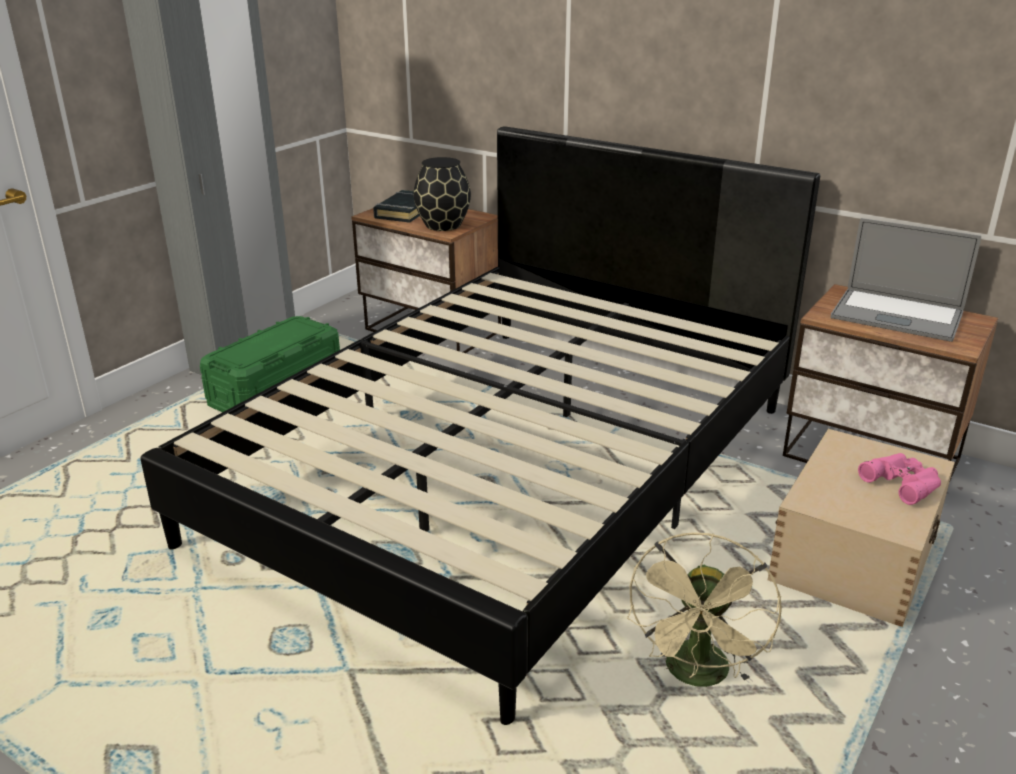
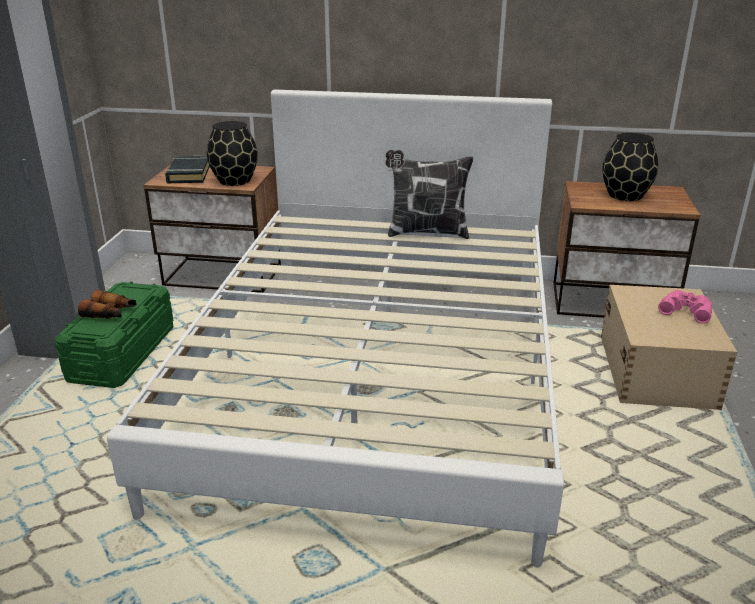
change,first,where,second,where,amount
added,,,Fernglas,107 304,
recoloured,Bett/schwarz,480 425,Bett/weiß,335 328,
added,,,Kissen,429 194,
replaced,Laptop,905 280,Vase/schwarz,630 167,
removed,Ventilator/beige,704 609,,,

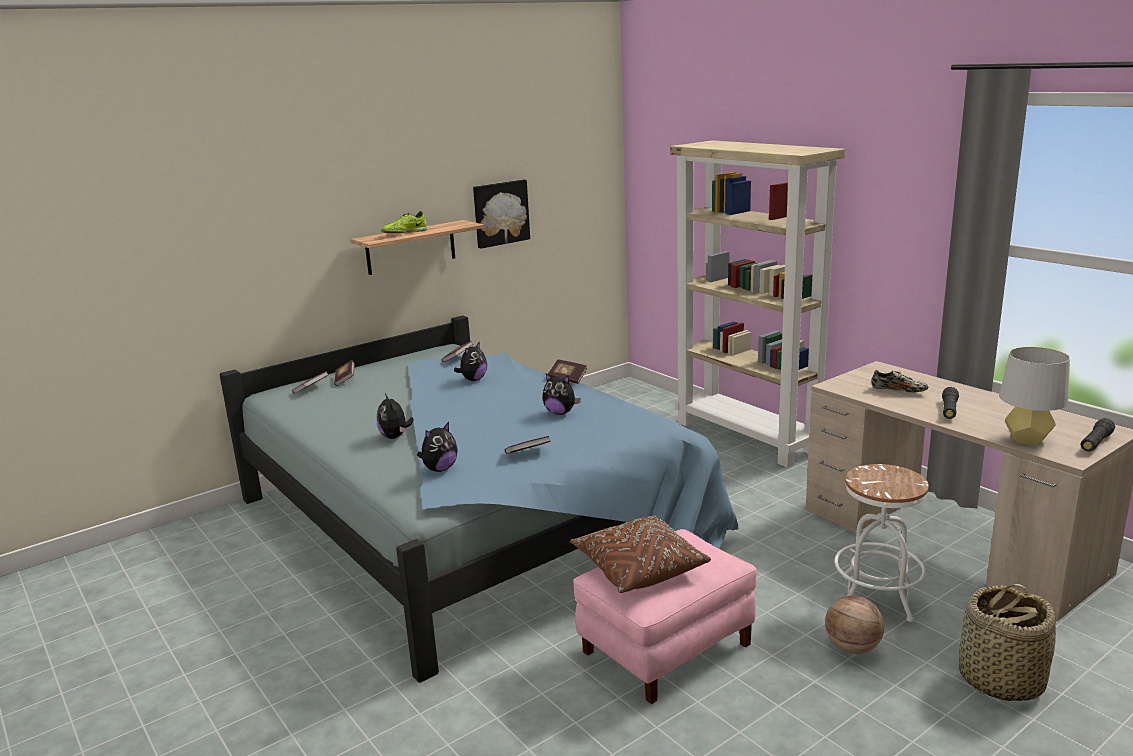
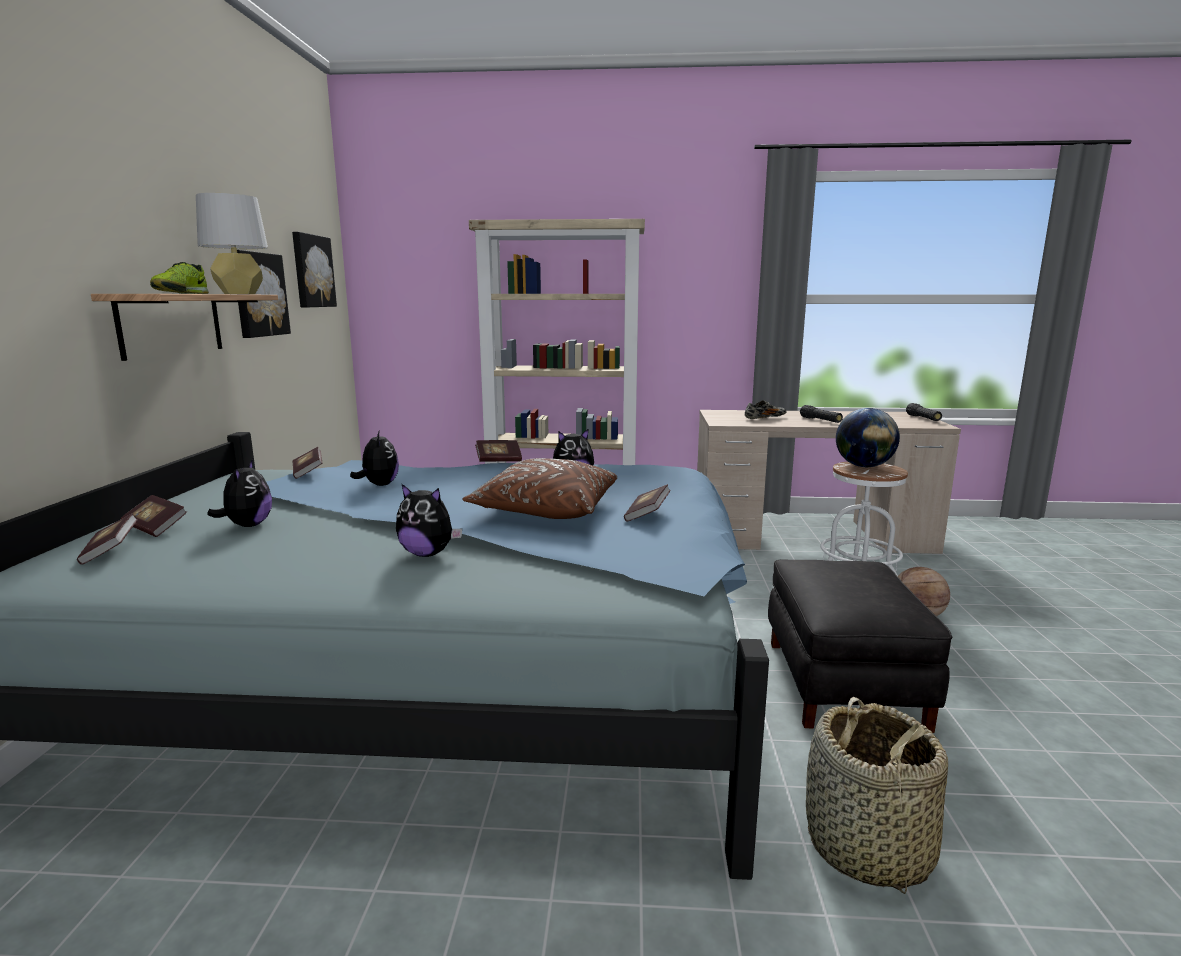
change,first,where,second,where,amount
moved,Tischlampe/grau,1034 396,,232 243,
moved,Plüschtier,437 447,,239 493,
added,,,Bild,314 269,
moved,Kissen/braun,640 554,,539 488,
recoloured,Polsterhocker/rosa,665 616,Polsterhocker/schwarz,860 646,
moved,Korb,1007 642,,877 795,
added,,,Globus,868 437,

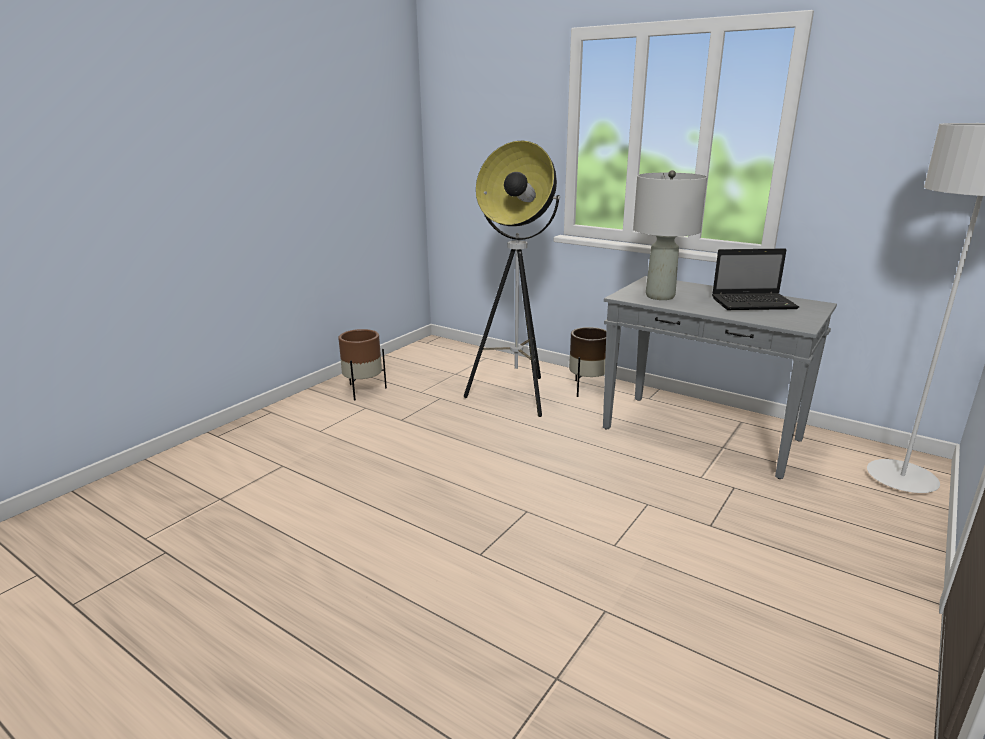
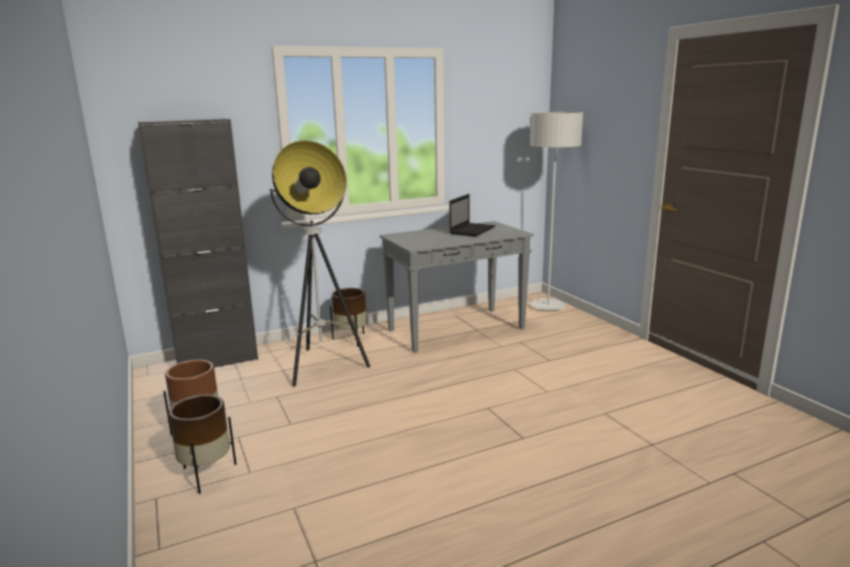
change,first,where,second,where,amount
added,,,Schrank/schwarz,198 242,
added,,,Pflanzkübel/braun,202 444,
removed,Tischlampe/grau,670 235,,,

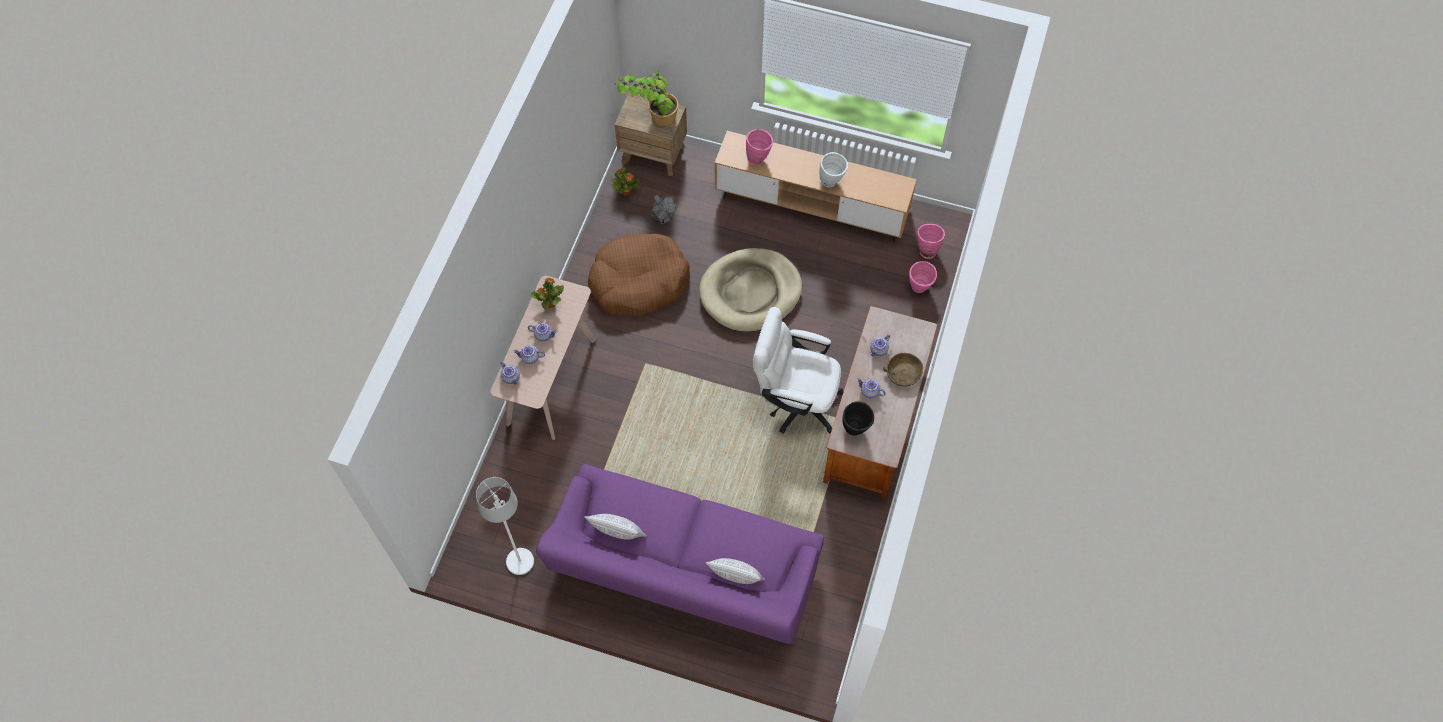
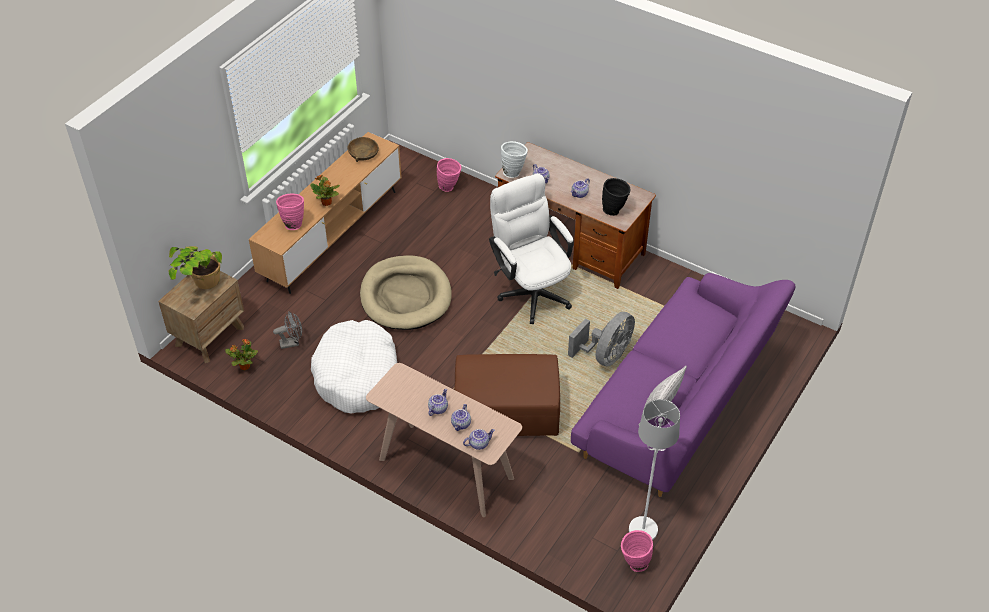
change,first,where,second,where,amount
moved,Topfpflanze,547 293,,325 190,
recoloured,Hundebett/braun,639 275,Hundebett/weiß,354 367,
moved,Schüssel/braun,903 369,,363 149,
added,,,Polsterhocker/braun,507 395,
turned,Bürostuhl/weiß,798 370,,531 248,120 degrees clockwise
moved,Vase/weiß,833 170,,514 159,
added,,,Ventilator/grau,601 339,
moved,Vase/rosa,931 241,,637 551,
removed,Kissen,735 571,,,

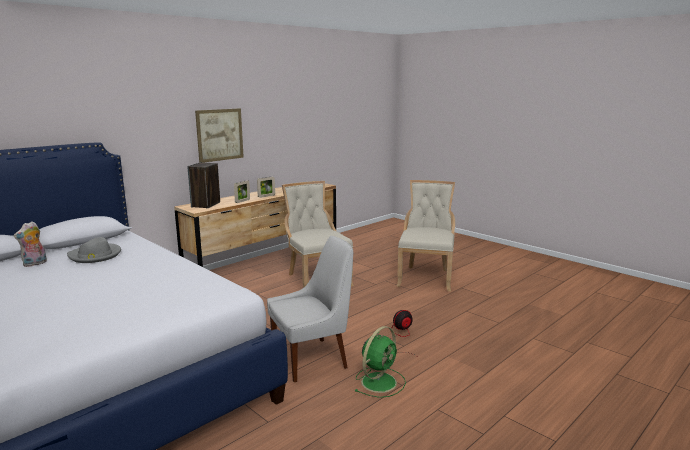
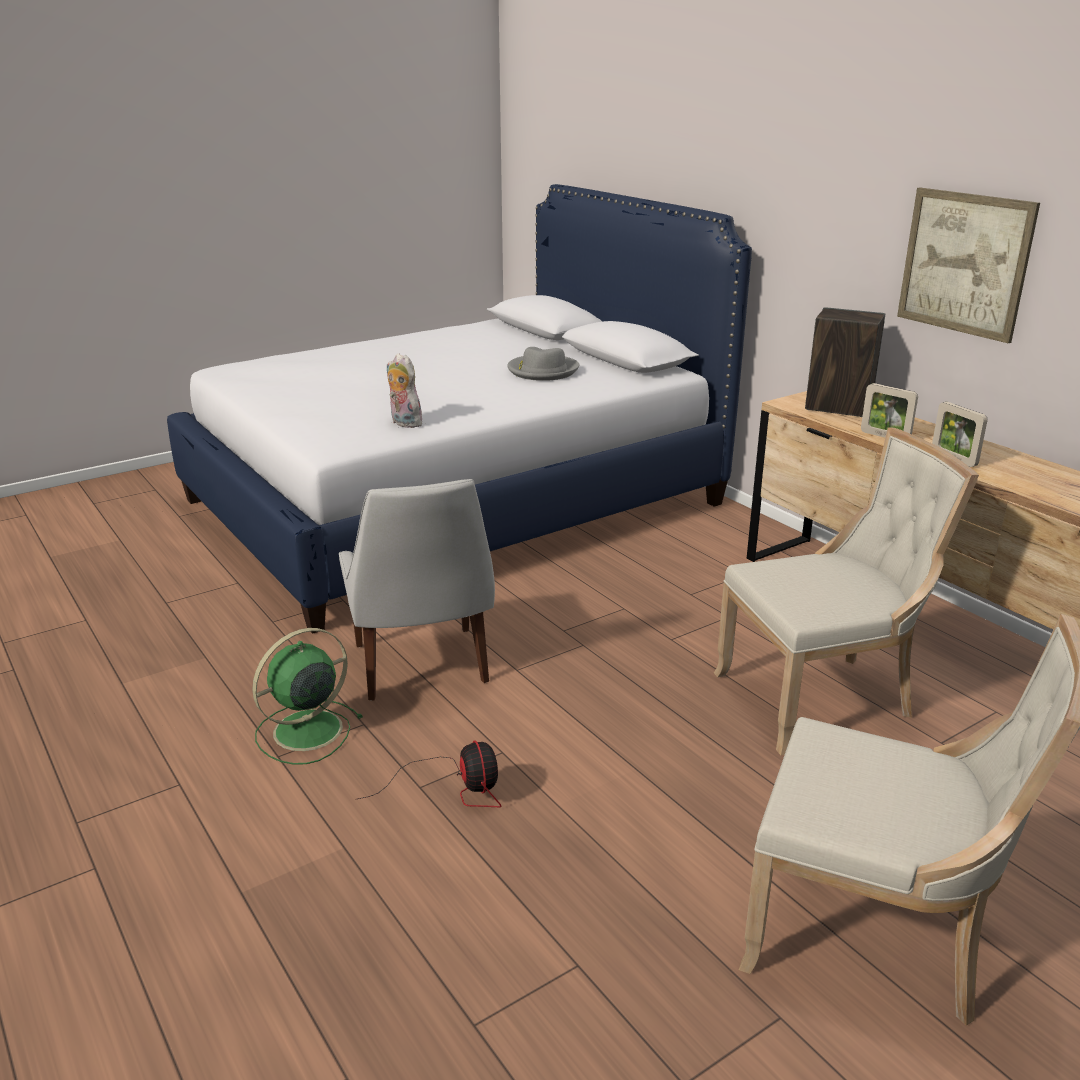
change,first,where,second,where,amount
turned,Ventilator/grün,380 362,,307 696,90 degrees clockwise
moved,Plüschtier,30 244,,404 390,

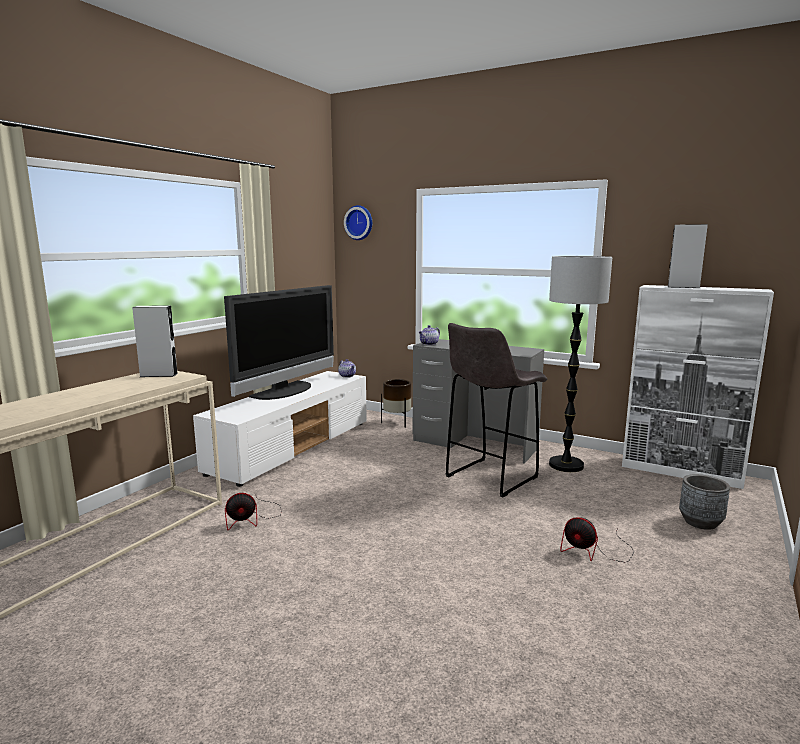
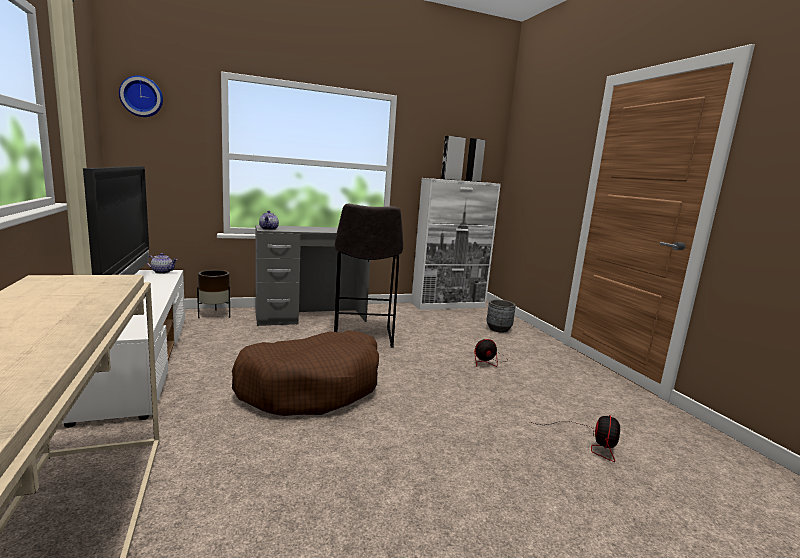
change,first,where,second,where,amount
added,,,Hundebett/braun,305 373,
moved,Lautsprecher/grau,155 341,,475 160,
moved,Ventilator,253 512,,575 438,
removed,Stehlampe,580 364,,,

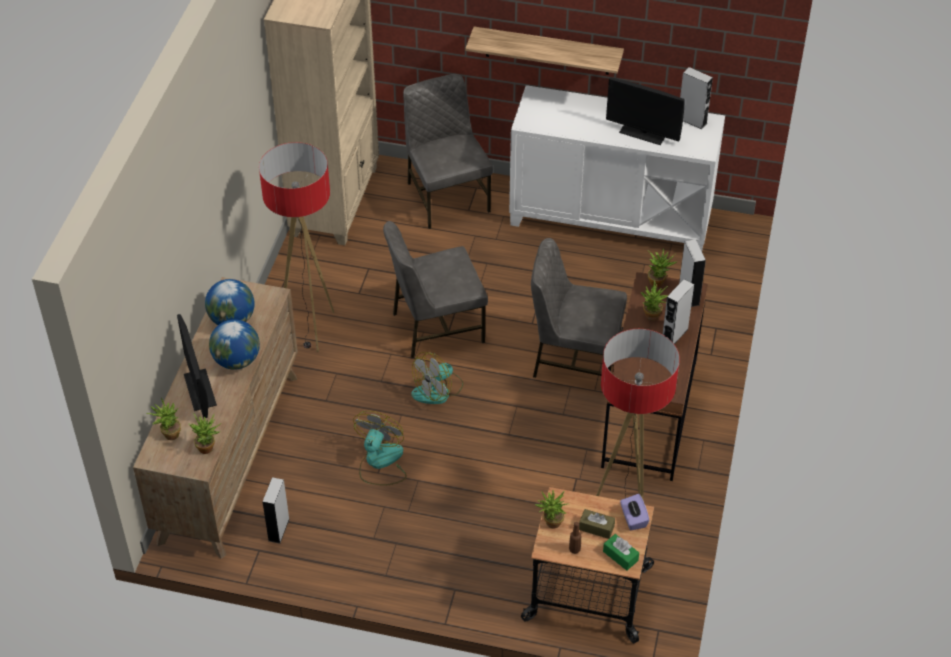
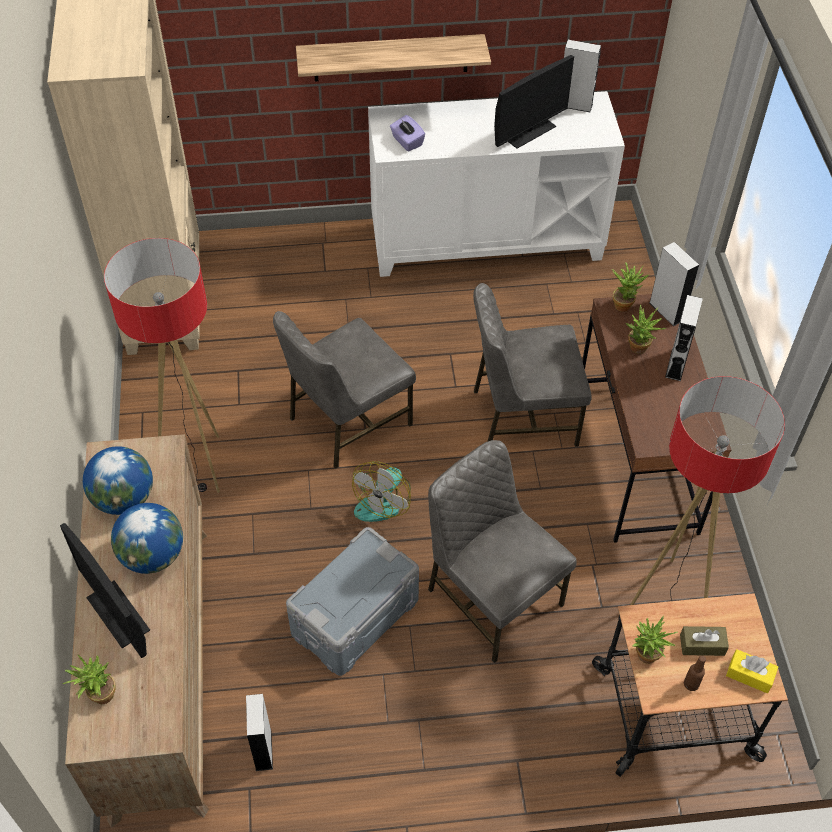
change,first,where,second,where,amount
replaced,Ventilator,380 448,Aufbewahrungsbox/grau,352 601,
moved,Taschentuchbox/lila,635 512,,407 133,
moved,Stuhl/grau,448 151,,502 551,
turned,Monitor,645 111,,534 102,45 degrees counterclockwise
recoloured,Taschentuchbox/grün,621 552,Taschentuchbox/gelb,752 671,
removed,Topfpflanze,206 433,,,

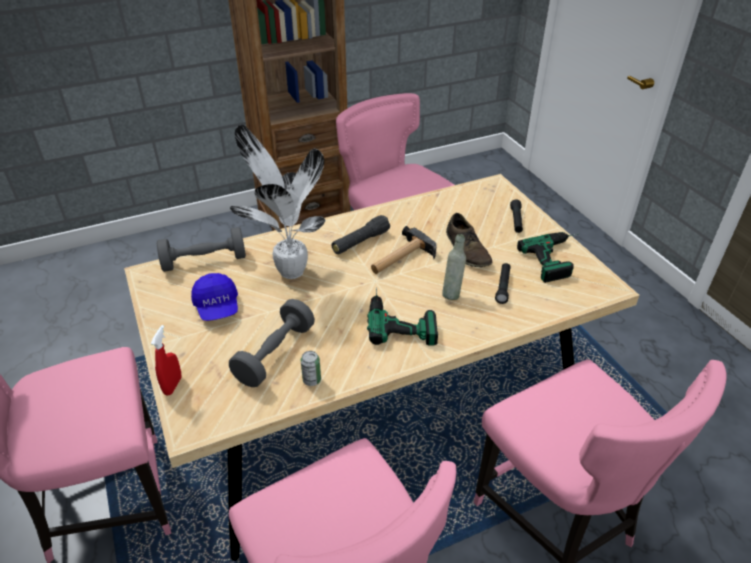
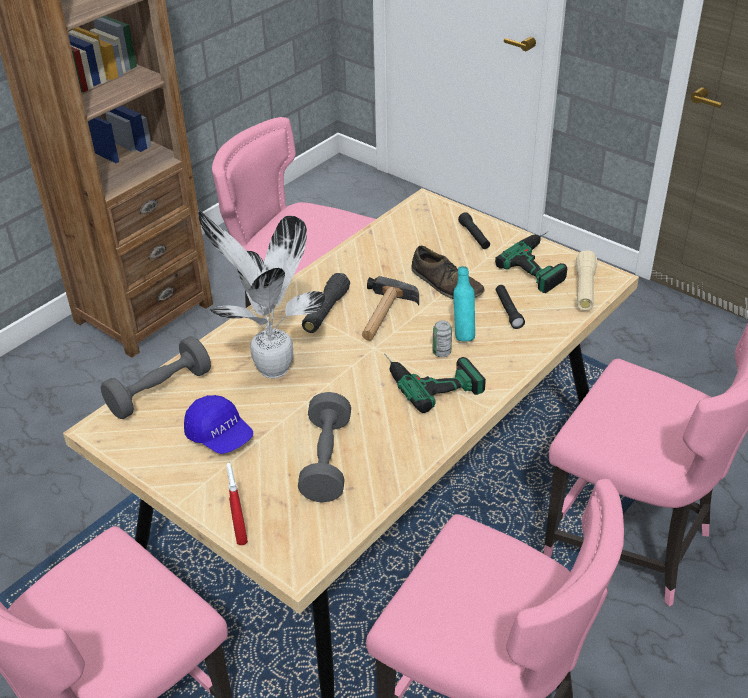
change,first,where,second,where,amount
moved,Dose,310 368,,442 338,
recoloured,Flasche/grau,454 267,Flasche/türkis,464 304,
added,,,Taschenlampe/beige,586 280,

